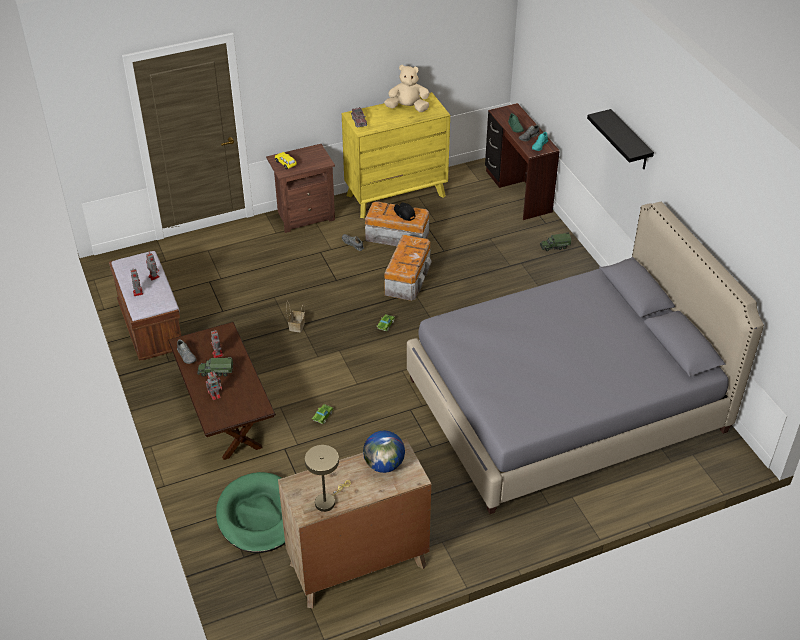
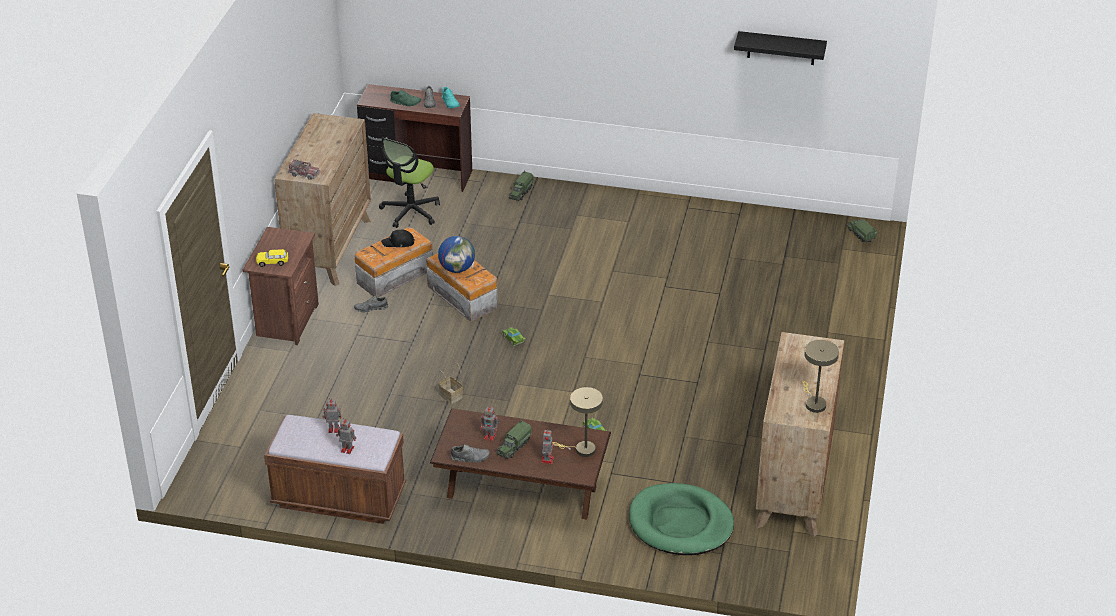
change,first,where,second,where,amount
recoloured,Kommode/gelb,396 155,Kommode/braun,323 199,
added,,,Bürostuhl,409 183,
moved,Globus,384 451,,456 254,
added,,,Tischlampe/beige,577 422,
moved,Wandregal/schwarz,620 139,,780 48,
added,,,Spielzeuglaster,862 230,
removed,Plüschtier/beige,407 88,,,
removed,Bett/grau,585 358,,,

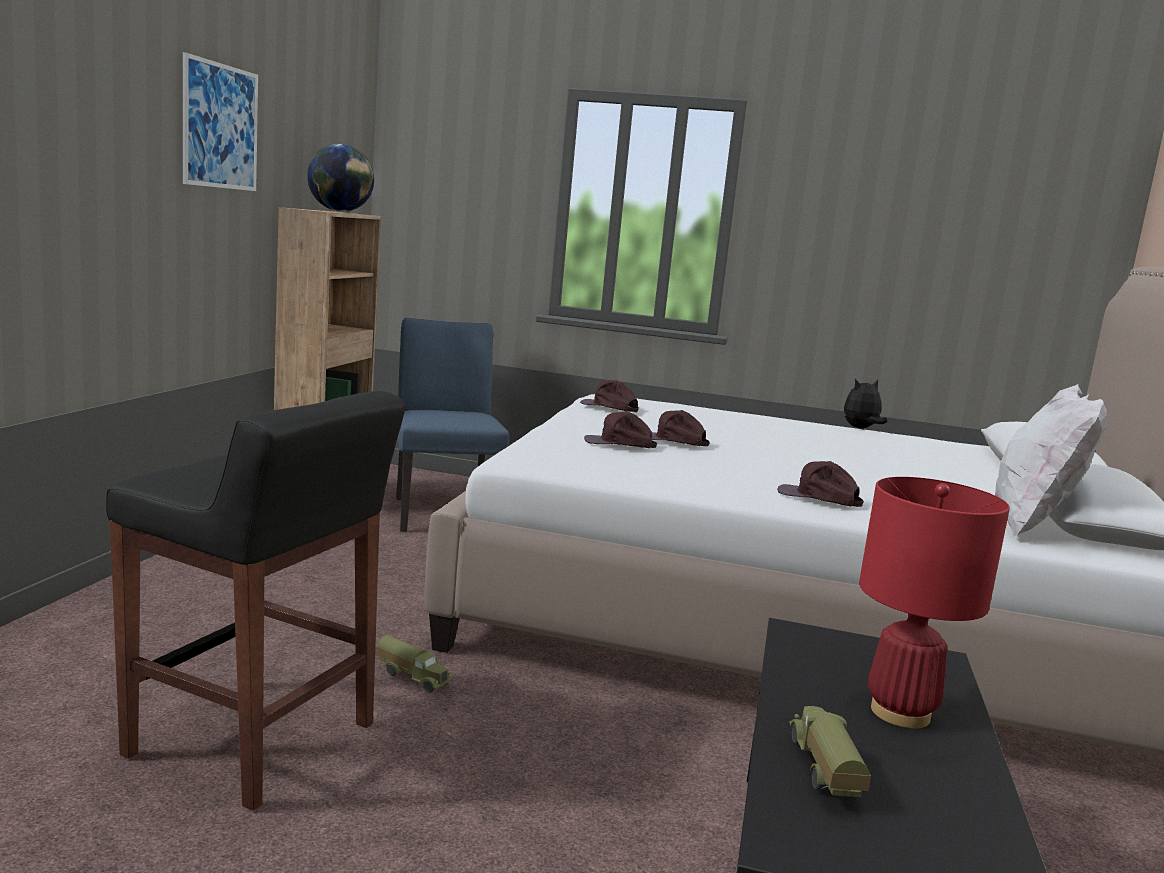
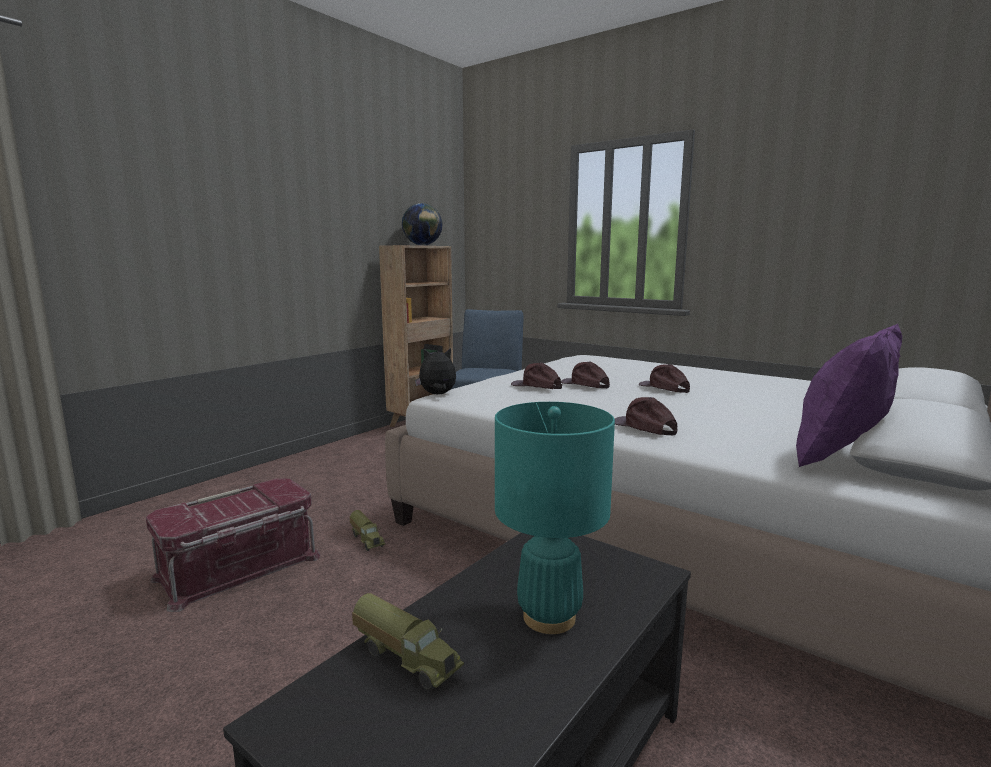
change,first,where,second,where,amount
replaced,Hocker/schwarz,255 600,Aufbewahrungsbox/rot,233 545,
turned,Spielzeuglaster,830 751,,408 641,105 degrees clockwise
moved,Plüschtier,866 403,,435 371,
recoloured,Tischlampe/rot,934 602,Tischlampe/türkis,555 518,
moved,Kappe/braun,609 396,,664 378,
recoloured,Kissen/weiß,1051 460,Kissen/lila,849 395,
removed,Bild,220 121,,,

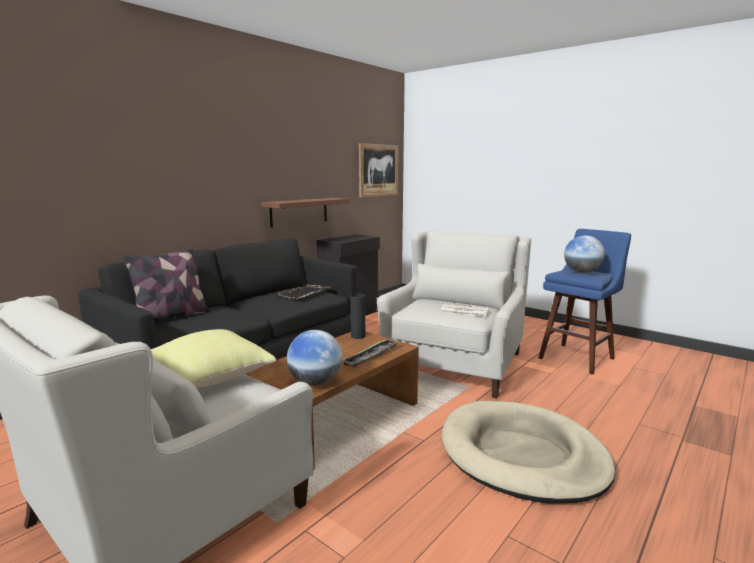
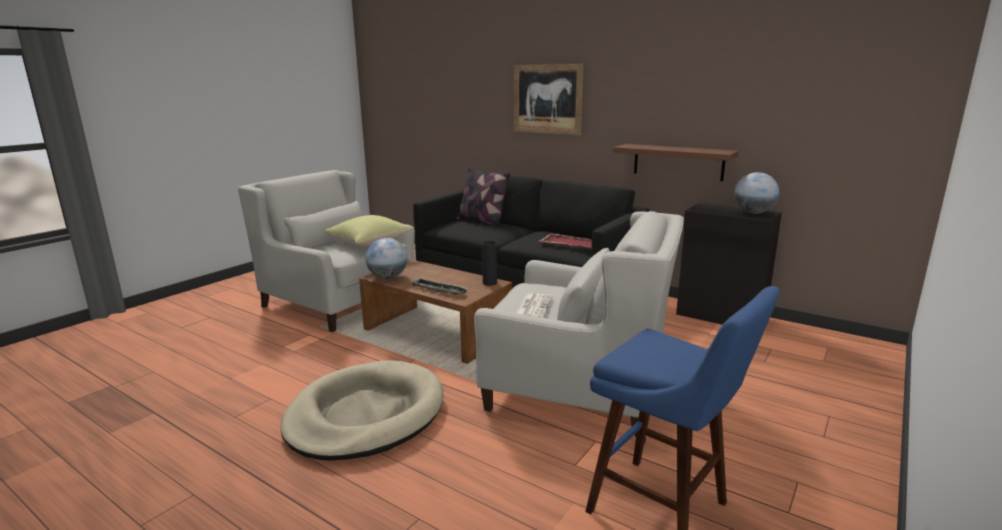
change,first,where,second,where,amount
moved,Bild,379 170,,548 99,
recoloured,Tablett/schwarz,302 291,Tablett/rot,566 241,
moved,Globus,584 254,,756 193,

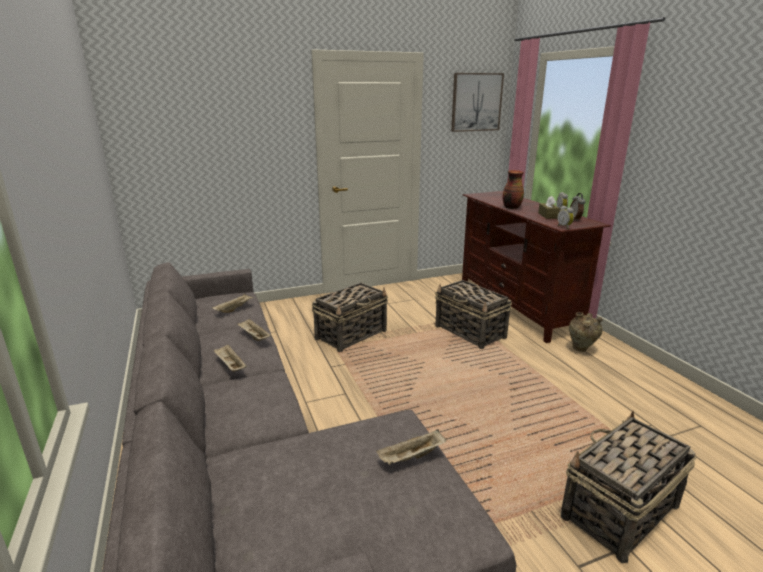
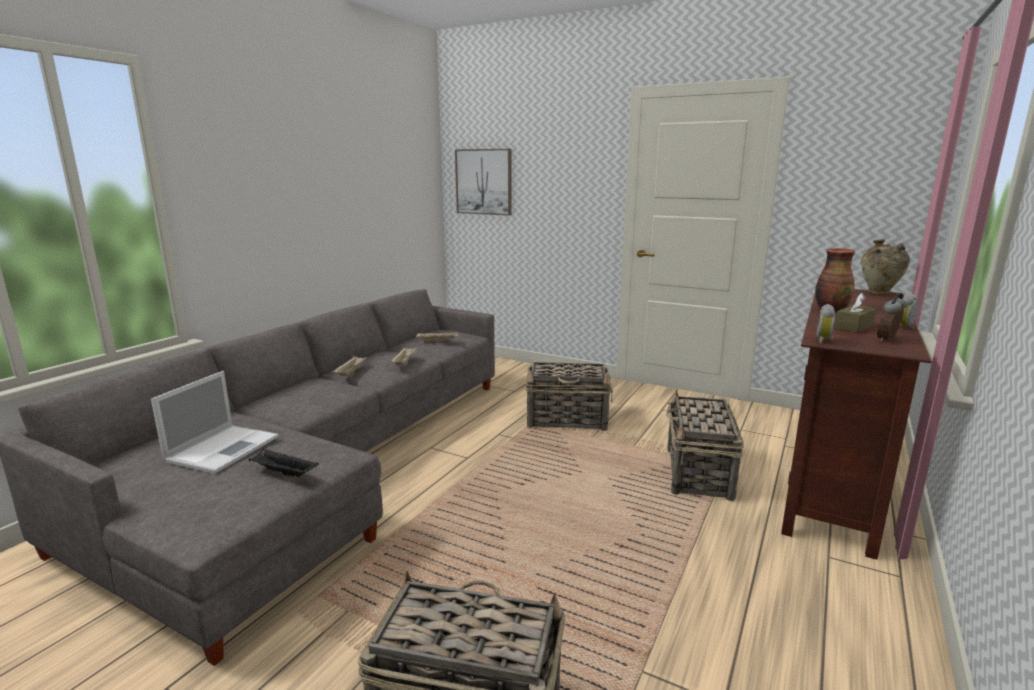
change,first,where,second,where,amount
added,,,Laptop,215 422,
recoloured,Tablett/beige,411 447,Tablett/schwarz,284 462,
moved,Bild,477 102,,483 182,
moved,Vase/beige,586 332,,885 267,

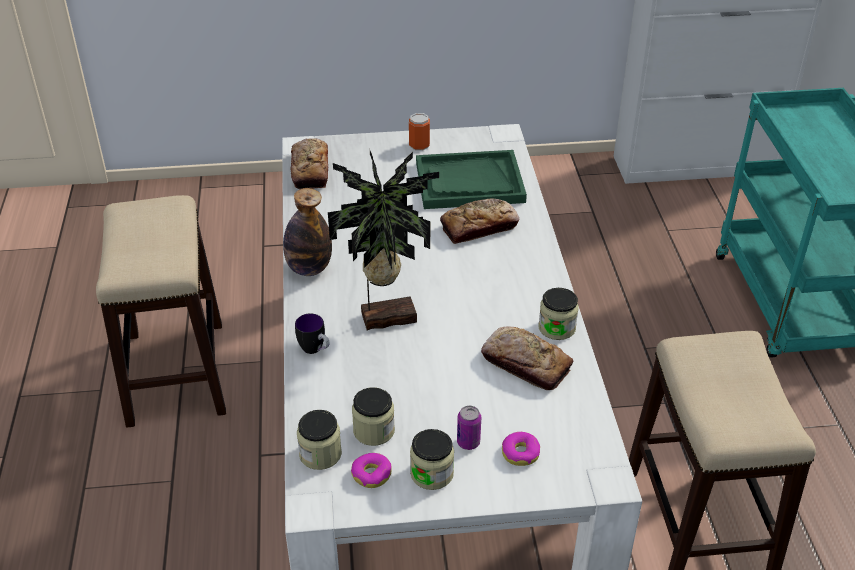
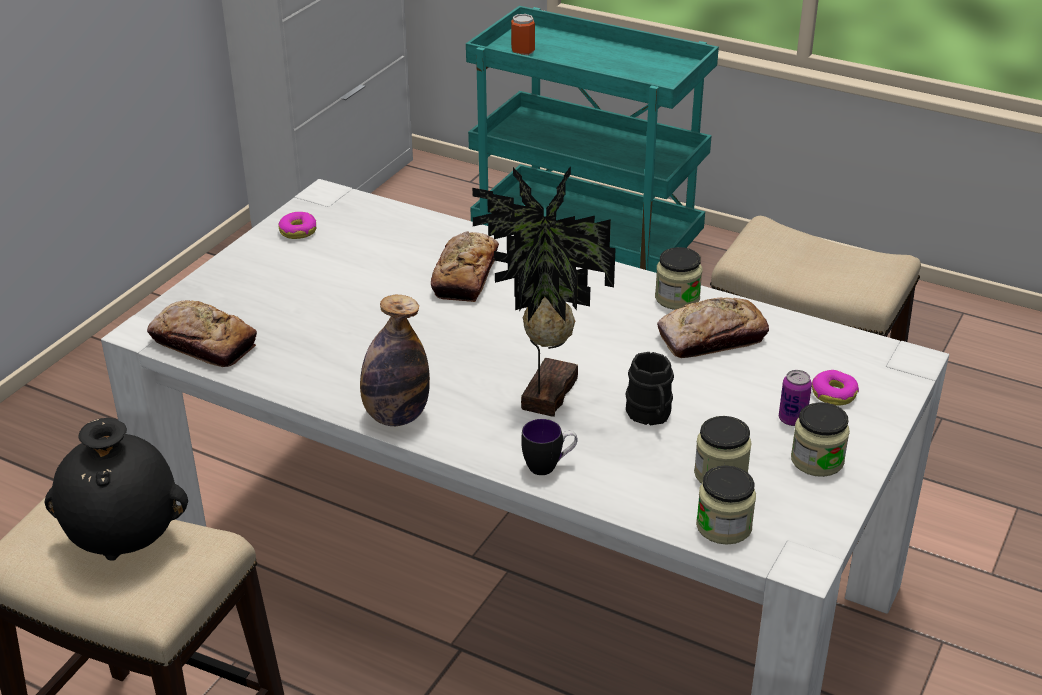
change,first,where,second,where,amount
added,,,Vase/schwarz,116 489,
moved,Donut,371 470,,297 225,
moved,Dose,419 132,,523 34,
added,,,Henkelbecher/schwarz,650 388,
removed,Tablett/grün,471 179,,,

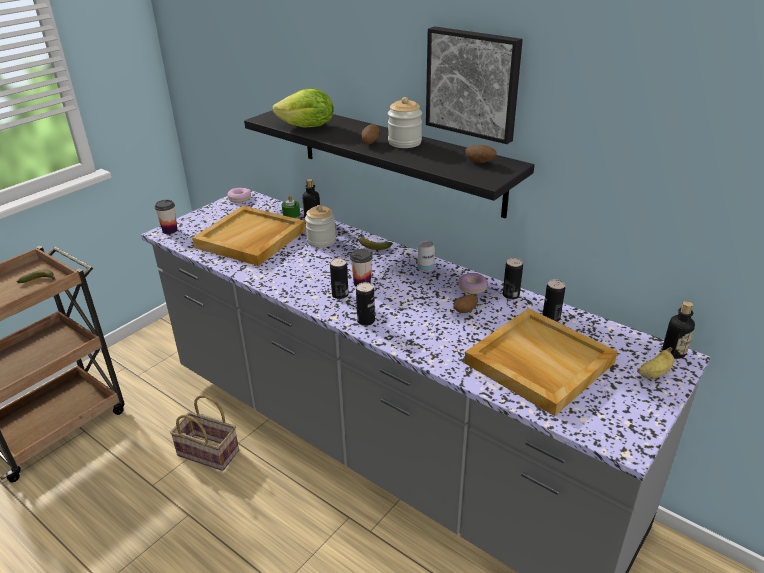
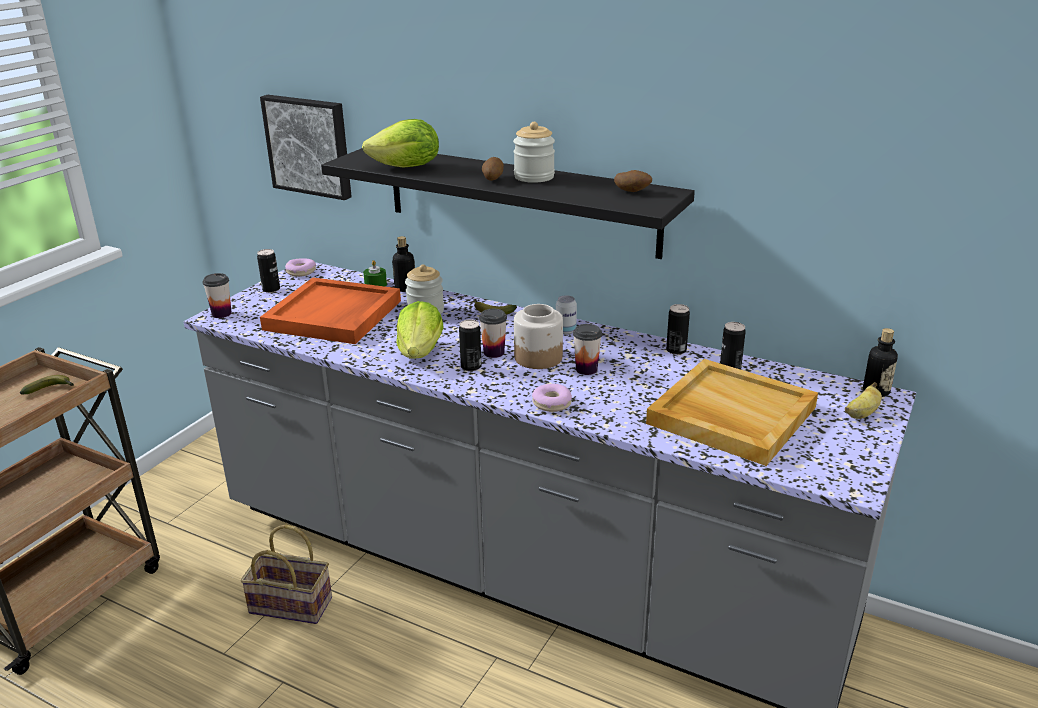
change,first,where,second,where,amount
moved,Dose,365 304,,268 271,
moved,Bild,474 85,,306 147,
recoloured,Tablett/beige,249 236,Tablett/orange,330 310,
added,,,Salatkopf,419 329,
added,,,Vorratsglas,538 336,
moved,Donut,472 283,,552 398,
added,,,Tasse,587 349,
removed,Kartoffel,465 304,,,

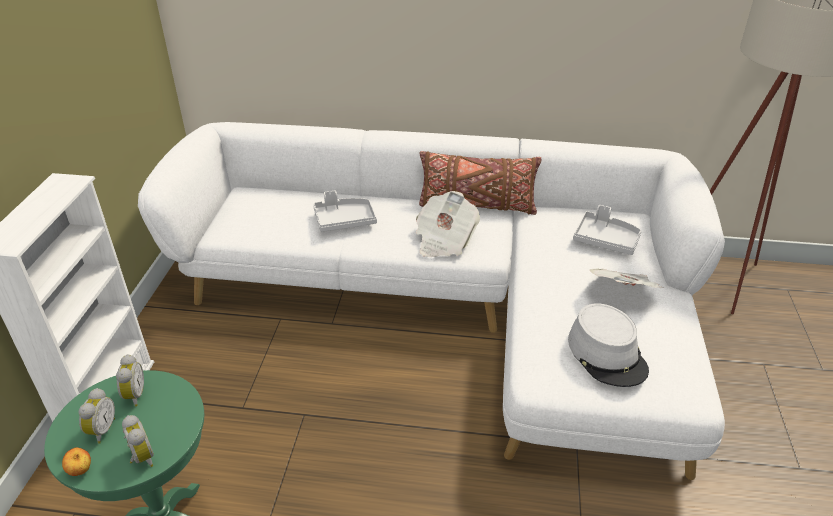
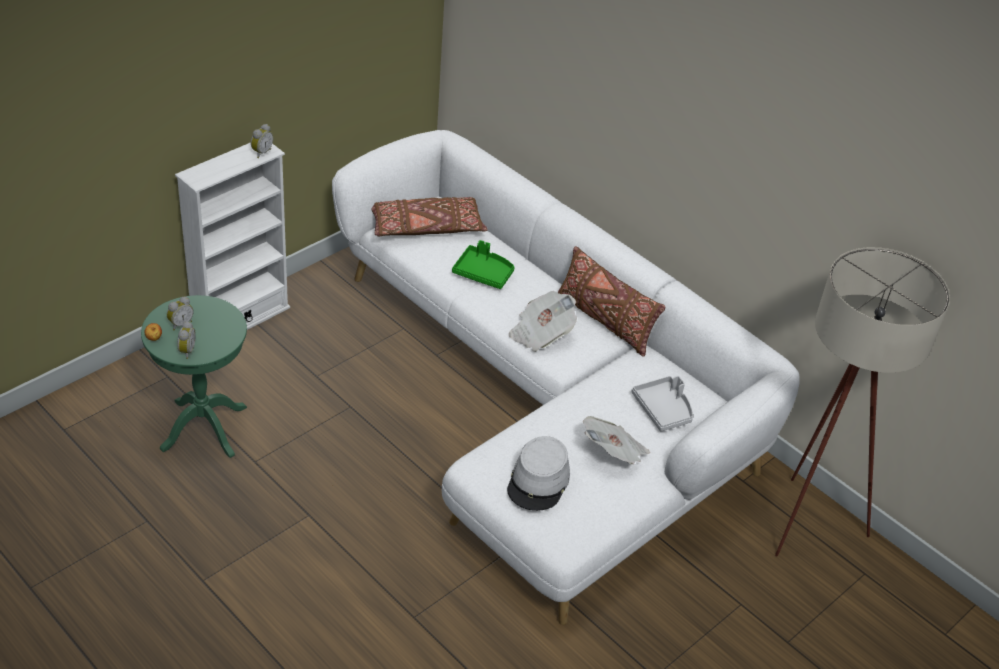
change,first,where,second,where,amount
moved,Wecker,130 380,,262 141,
added,,,Kissen/braun,429 217,
recoloured,Tablett/grau,345 211,Tablett/grün,483 264,

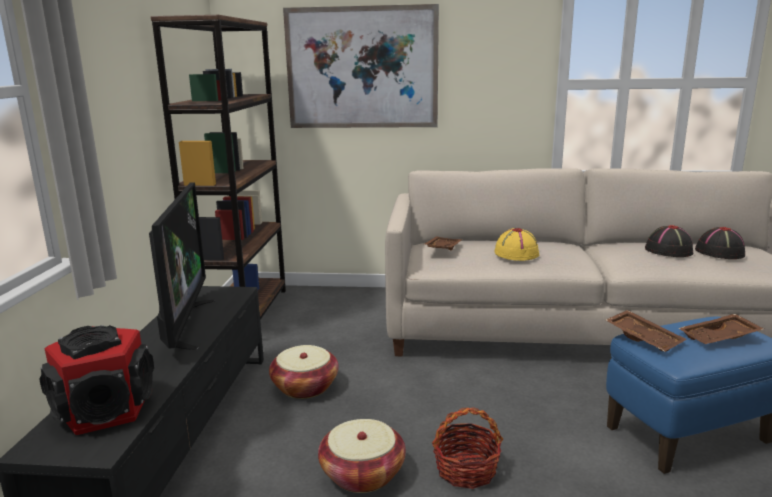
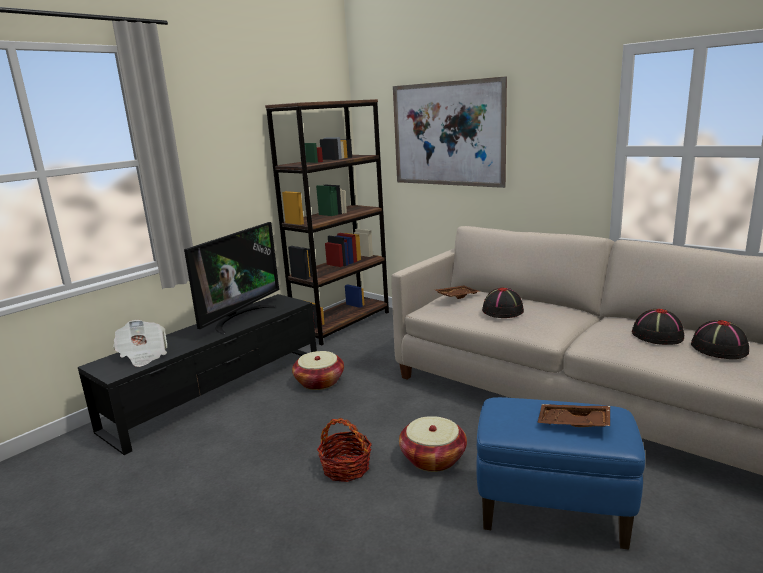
change,first,where,second,where,amount
replaced,Lautsprecher,96 380,Zeitung,140 343,
moved,Korb,362 456,,433 444,
recoloured,Hut/gelb,517 244,Hut/schwarz,503 302,
removed,Tablett/braun,646 331,,,

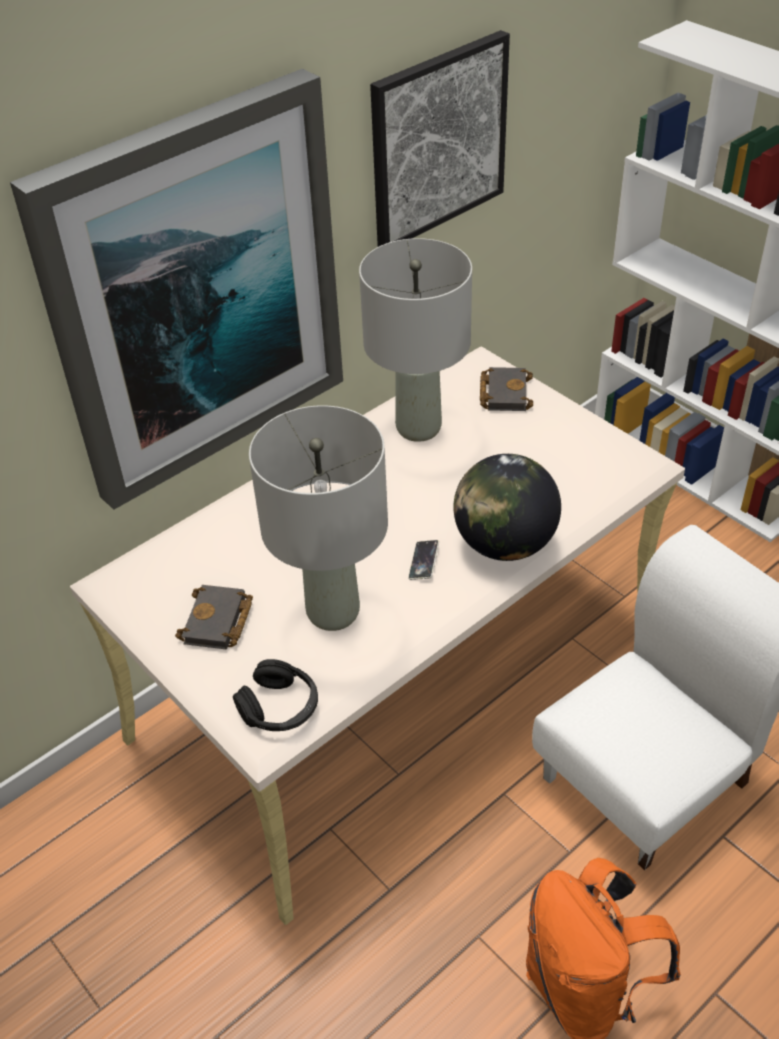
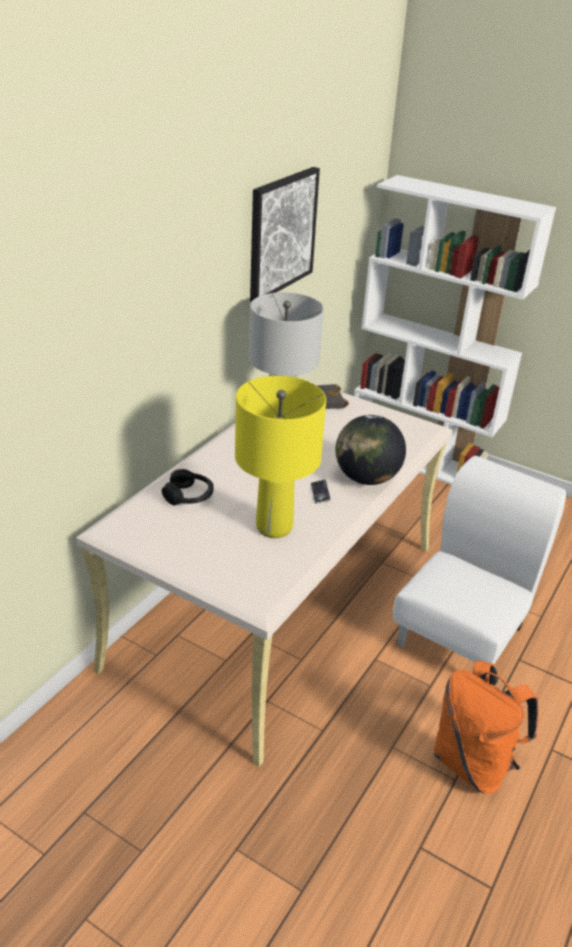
change,first,where,second,where,amount
moved,Kopfhörer/schwarz,275 695,,188 487,
recoloured,Tischlampe/grau,318 518,Tischlampe/gelb,280 457,
removed,Bild,176 289,,,
removed,Buch/schwarz,214 617,,,

